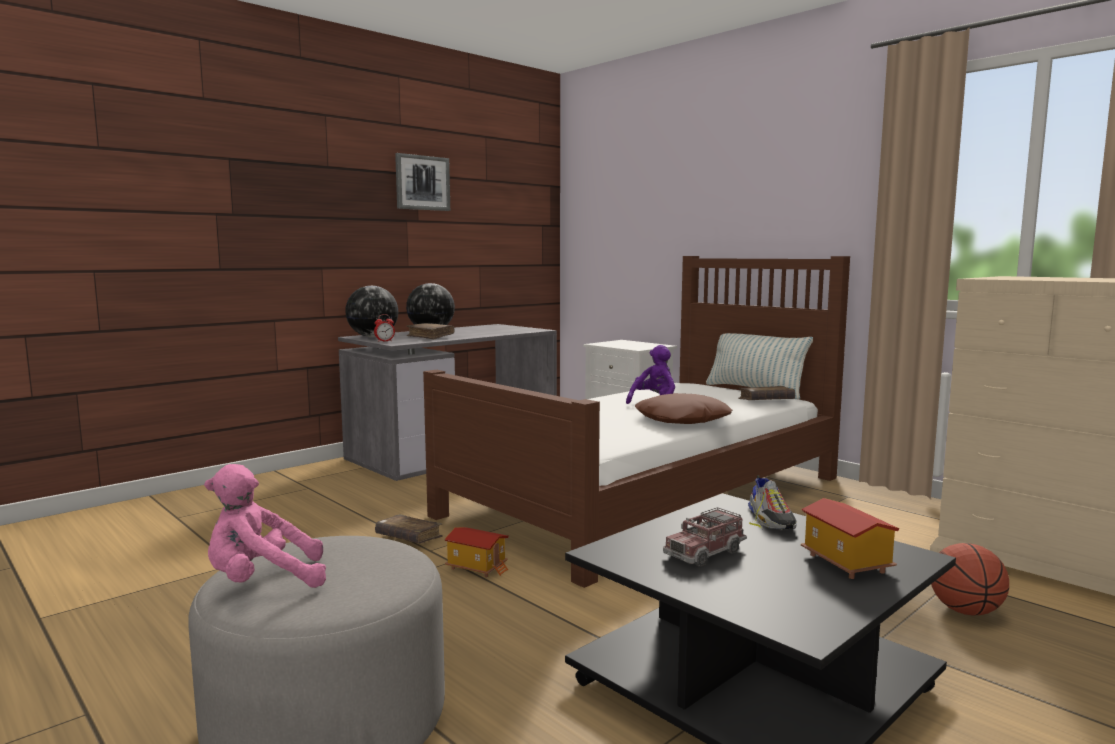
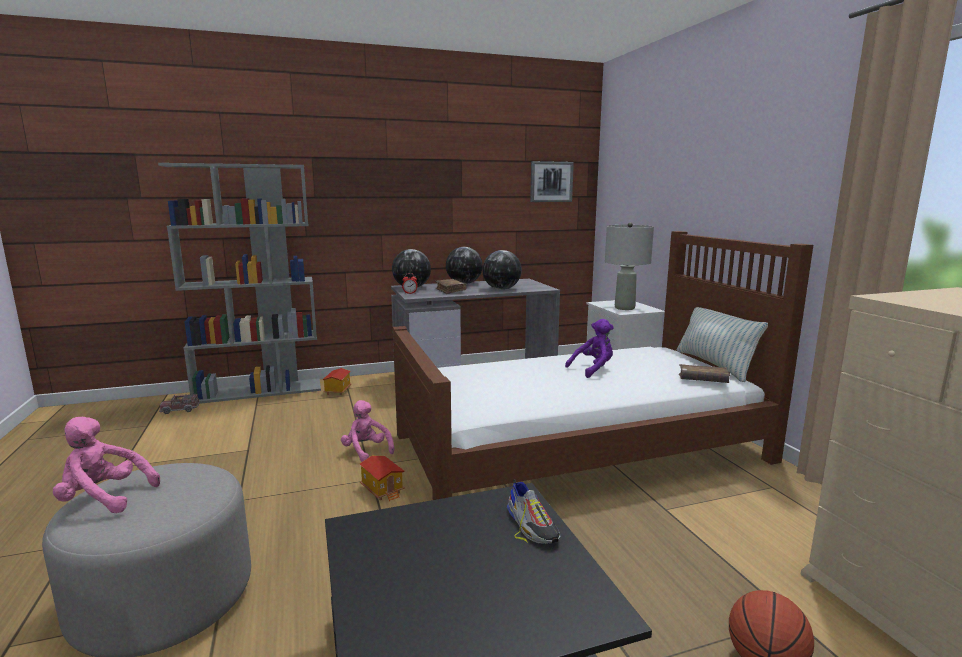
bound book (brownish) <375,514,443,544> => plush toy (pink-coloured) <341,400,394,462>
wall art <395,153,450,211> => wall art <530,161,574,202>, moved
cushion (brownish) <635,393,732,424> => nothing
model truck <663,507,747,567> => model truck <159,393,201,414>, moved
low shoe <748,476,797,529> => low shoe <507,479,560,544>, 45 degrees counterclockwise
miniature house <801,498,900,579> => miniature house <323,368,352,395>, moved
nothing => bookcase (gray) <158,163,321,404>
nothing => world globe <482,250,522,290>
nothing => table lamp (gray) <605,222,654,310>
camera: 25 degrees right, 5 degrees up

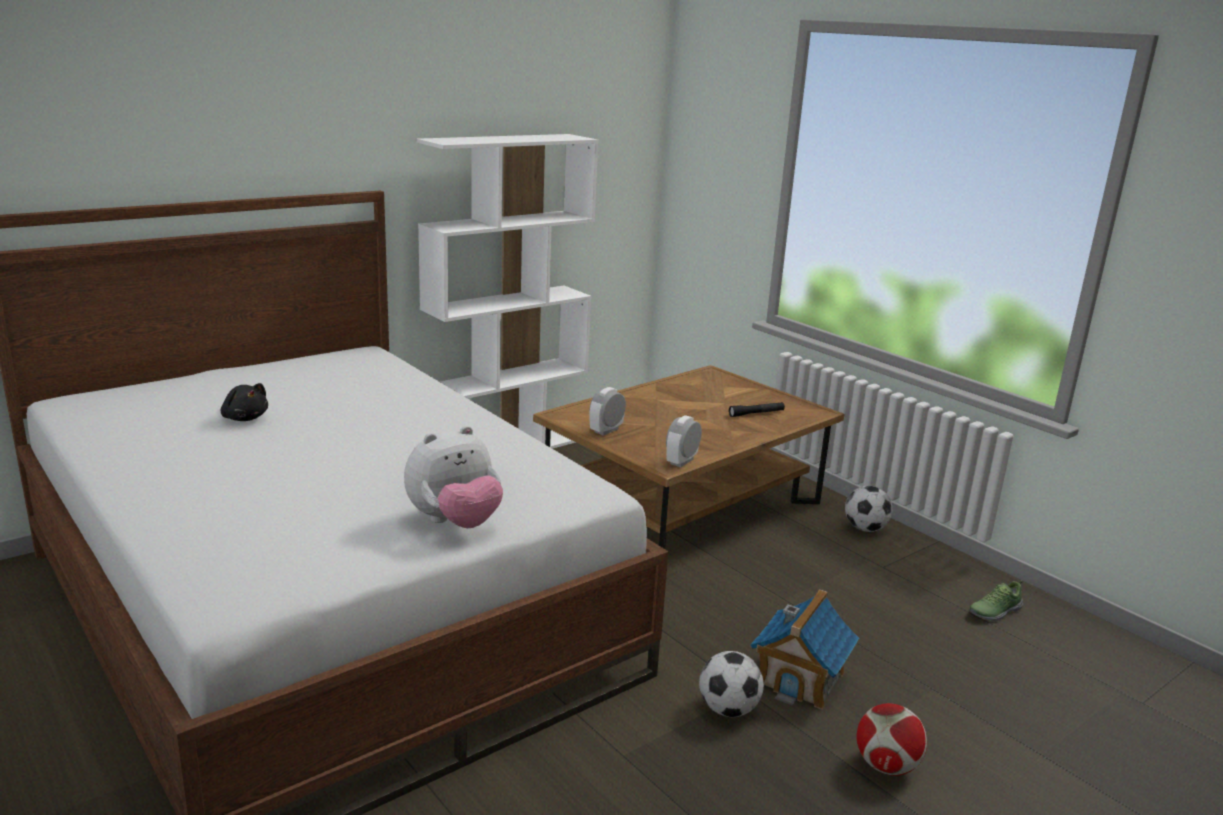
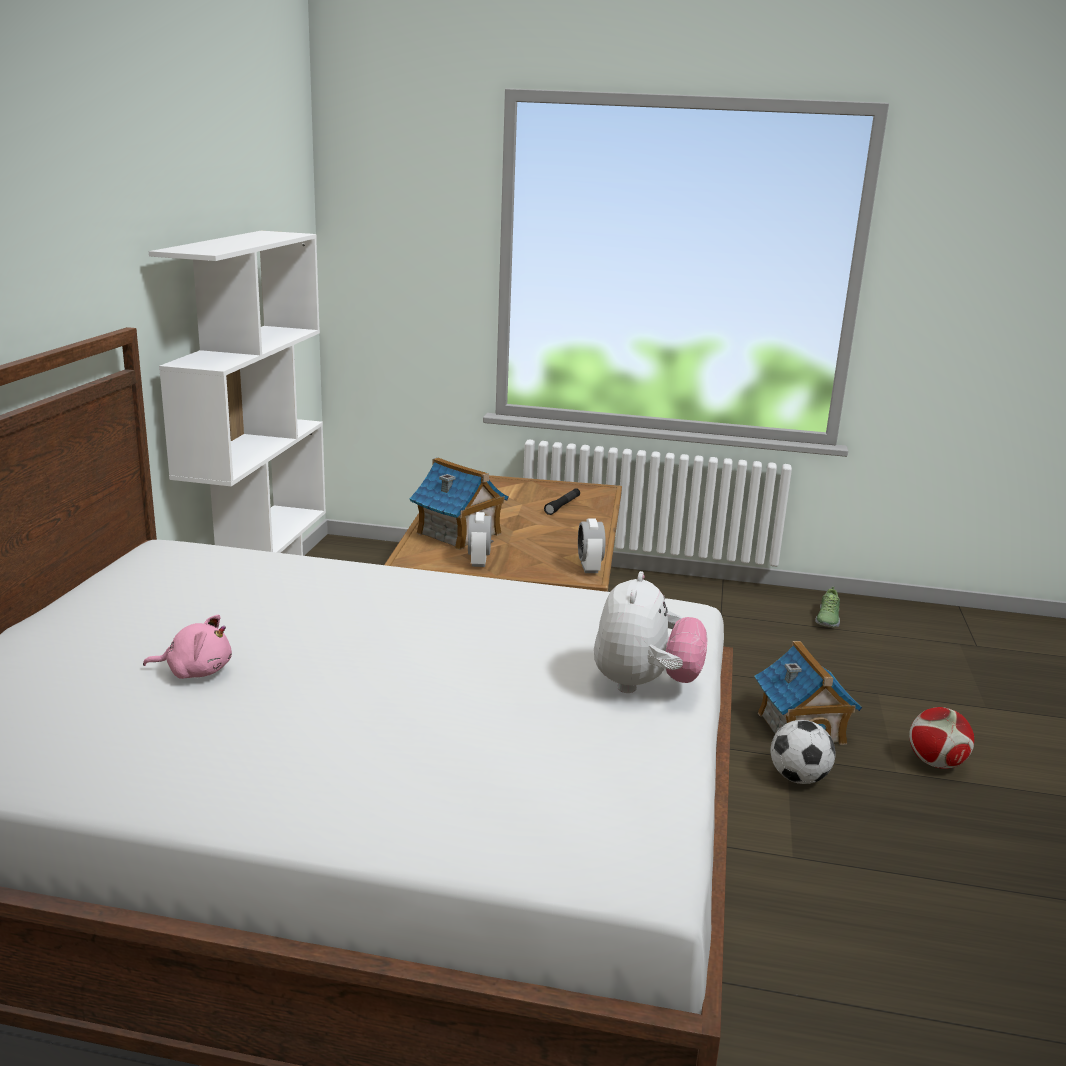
plush toy (black) <221,383,268,421> => plush toy (pink-coloured) <143,615,232,679>
ball for football <845,486,893,532> => nothing
nothing => miniature house <409,458,508,550>
camera: 40 degrees left, 0 degrees up

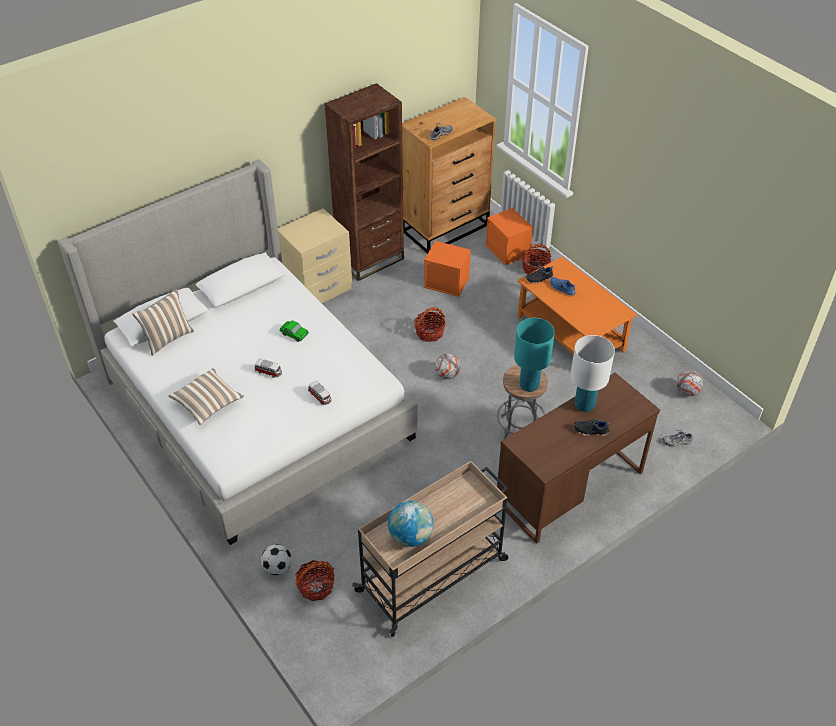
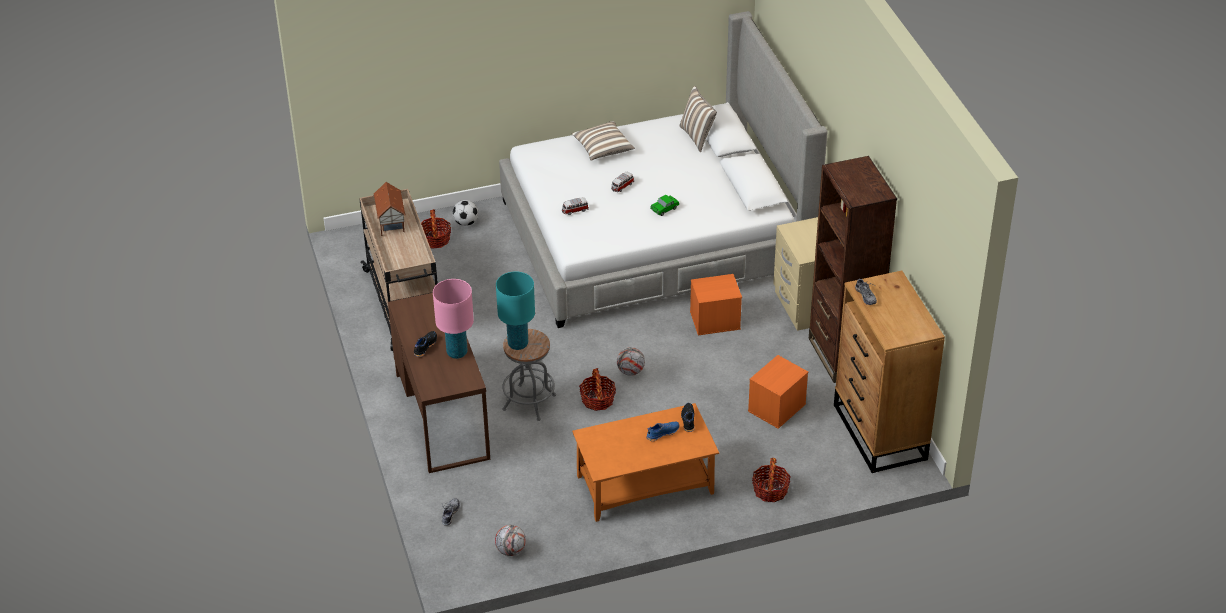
world globe <388,501,433,547> => miniature house <373,182,406,236>
storage basket <414,307,446,342> => storage basket <579,368,616,411>, moved
storage container (orange-coloured) <486,208,533,265> => storage container (orange-coloured) <690,274,742,335>, moved
table lamp (white-coloured) <571,335,615,412> => table lamp (pink-coloured) <433,279,474,359>
camera: 110 degrees right, 5 degrees down

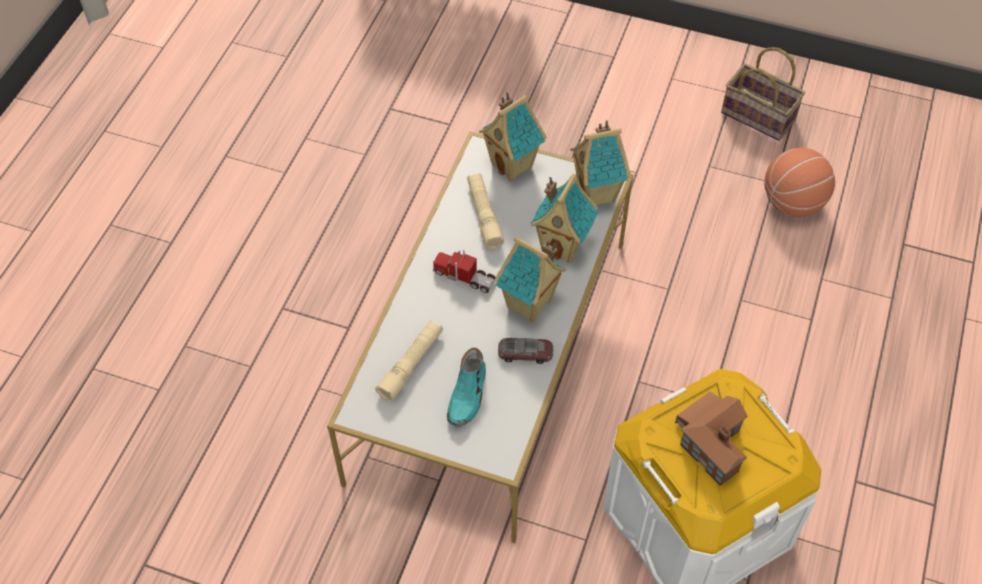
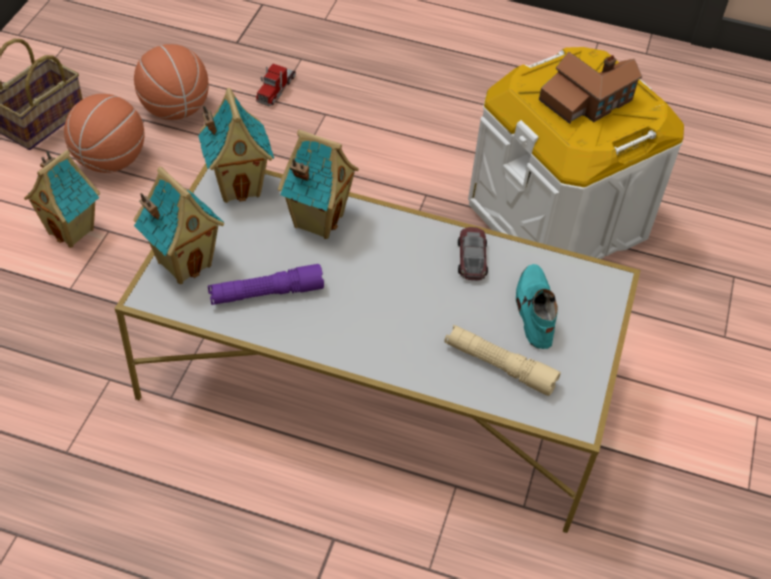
model truck <433,250,495,293> => model truck <256,64,296,106>, moved
low shoe (turquoise-coloured) <447,348,486,427> => low shoe (turquoise-coloured) <516,264,558,349>, 105 degrees counterclockwise
hand torch (sand-coloured) <467,173,504,249> => hand torch (purple) <208,264,324,305>
miniature house <494,236,566,322> => miniature house <24,150,100,248>, moved
nothing => basketball ball <64,94,145,173>
camera: 95 degrees left, 5 degrees down

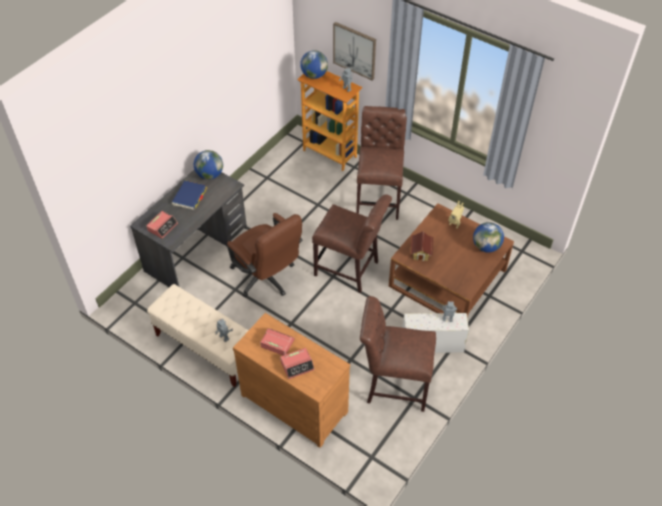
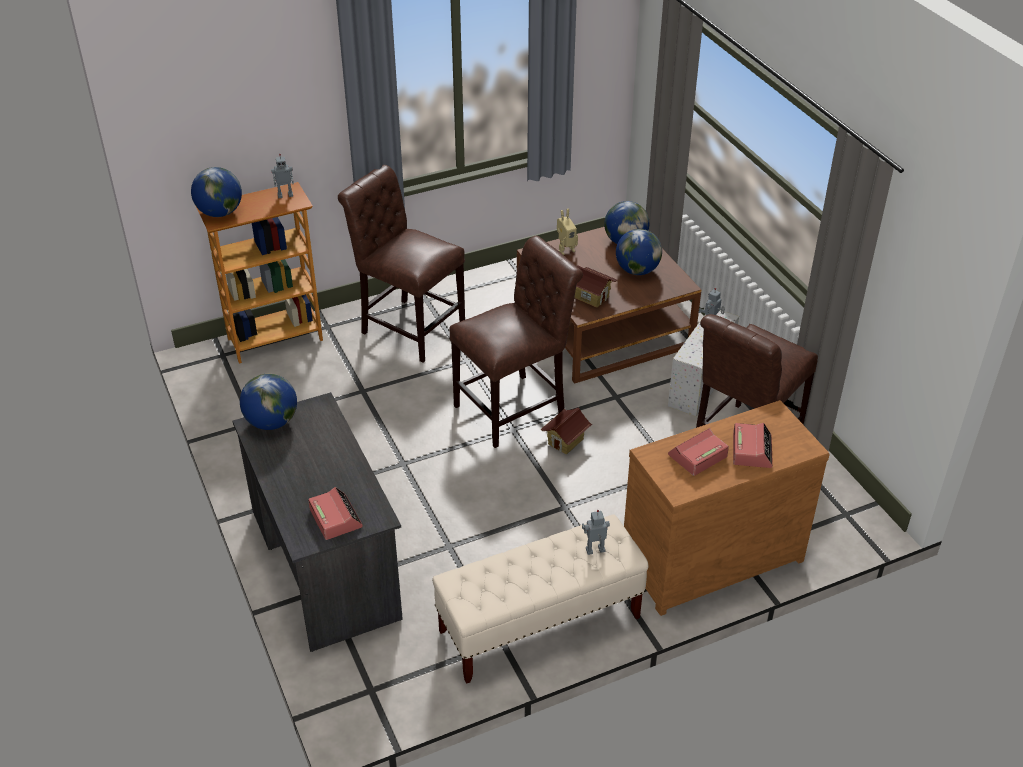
bound book (blue) <172,180,207,210> => nothing
desk chair (brownish) <227,213,302,298> => nothing
wall art <333,22,376,80> => nothing
nothing => miniature house <540,407,592,455>
nothing => world globe <616,229,662,275>
camera: 60 degrees left, 10 degrees down

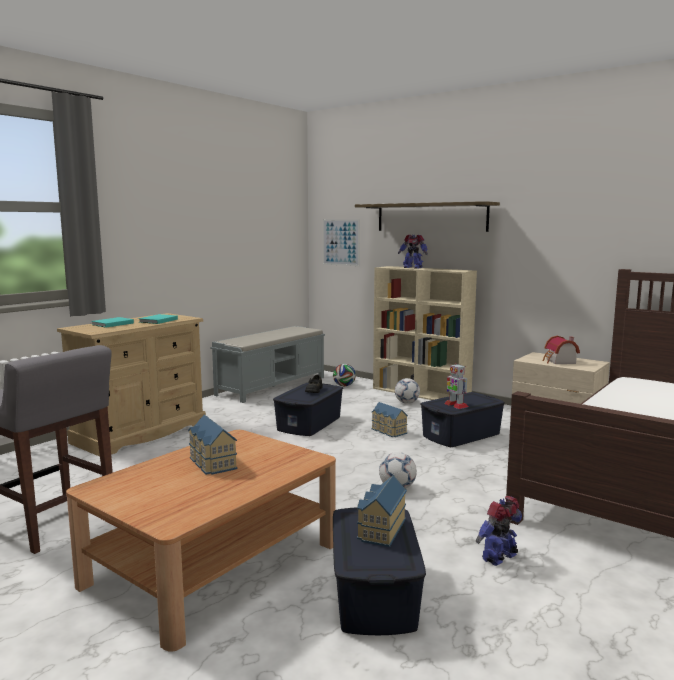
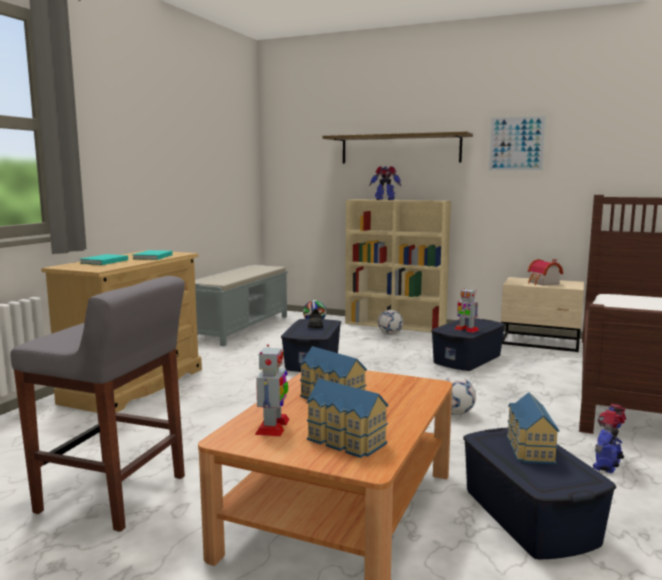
wall art <323,219,360,266> => wall art <487,114,547,172>, moved
miniature house <372,402,408,437> => miniature house <306,379,388,458>, moved
nothing => toy robot <255,344,289,436>
camera: 15 degrees left, 0 degrees up

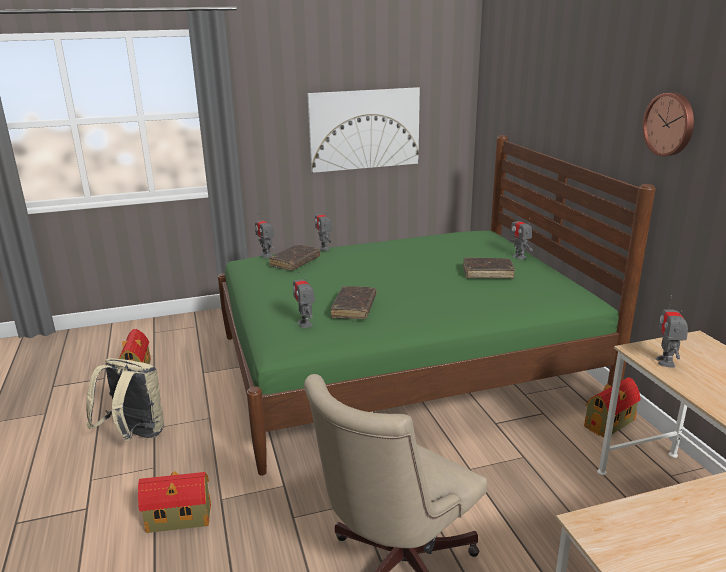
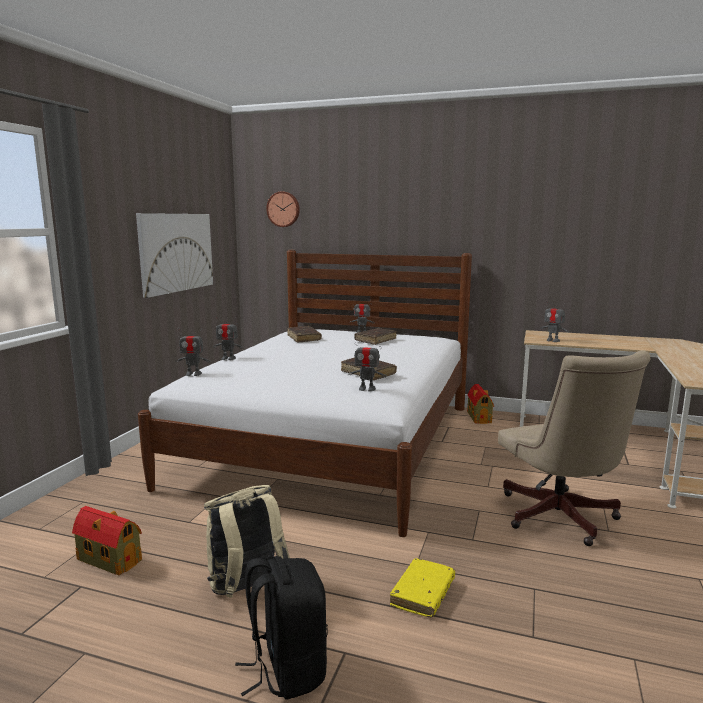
miniature house <138,471,211,533> => bound book (yellow-coloured) <390,558,455,617>
sleeping bed (greenish) <218,135,656,476> => sleeping bed (white-coloured) <138,250,472,537>
bound book (brownish) <269,244,320,271> => bound book (brownish) <287,326,322,343>, moved
clock on the wall <642,92,694,156> => clock on the wall <266,191,300,227>, moved
nothing => knapsack (black) <235,556,328,700>
camera: 55 degrees left, 10 degrees down

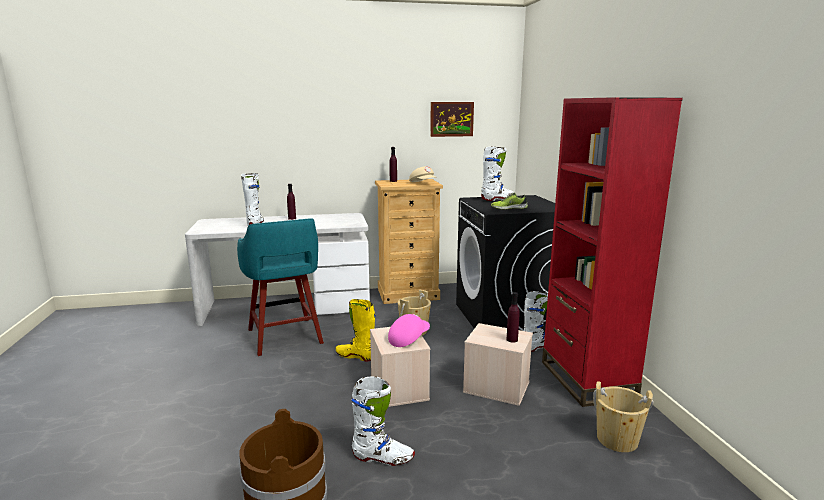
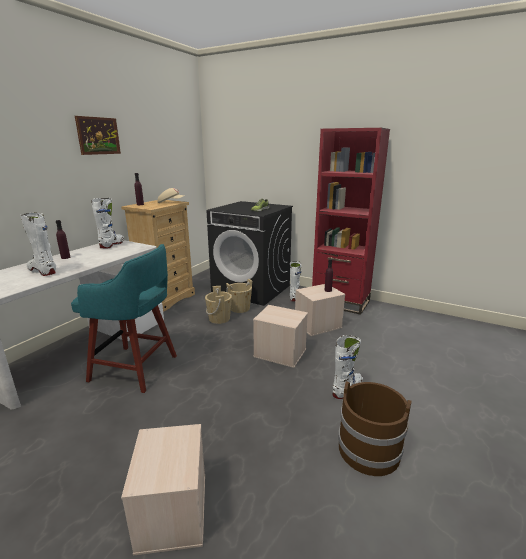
high-top boot (yellow-coloured) <336,299,376,361> => nothing
peaked cap (pink-coloured) <388,314,430,347> => nothing
wall art <430,102,474,137> => wall art <75,116,121,155>, moved
high-top boot (white-coloured) <481,146,514,201> => high-top boot (white-coloured) <91,198,124,249>, moved
water bucket (sand-coloured) <593,381,654,452> => water bucket (sand-coloured) <226,279,252,313>, moved
nothing => storage container (sand-coloured) <121,424,205,556>
camera: 50 degrees left, 5 degrees up

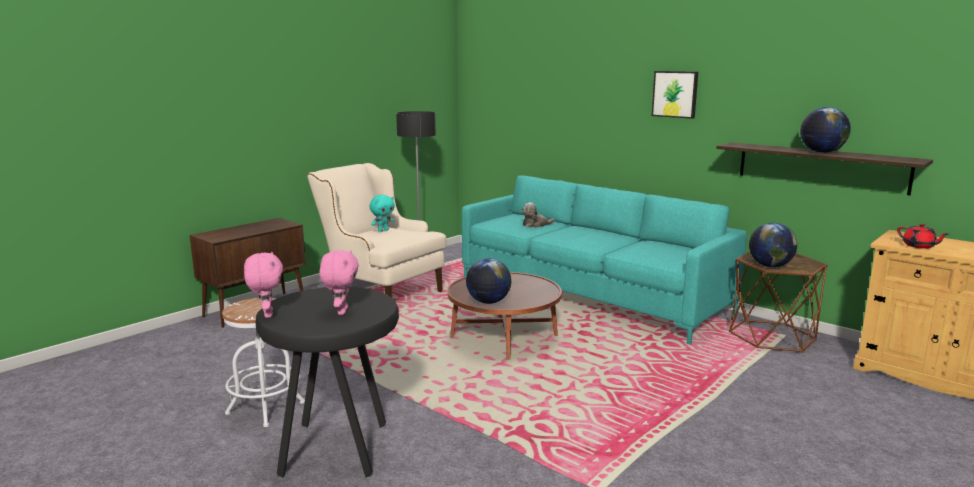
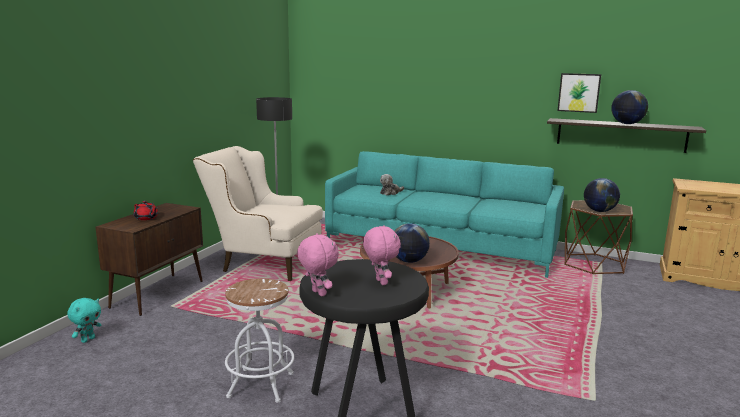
plush toy (turquoise-coloured) <369,195,395,232> => plush toy (turquoise-coloured) <67,298,102,343>, moved
wall art <652,71,698,119> => wall art <557,73,601,113>, moved
teapot (red) <897,224,948,249> => teapot (red) <133,201,158,220>, moved
camera: 20 degrees left, 0 degrees up

